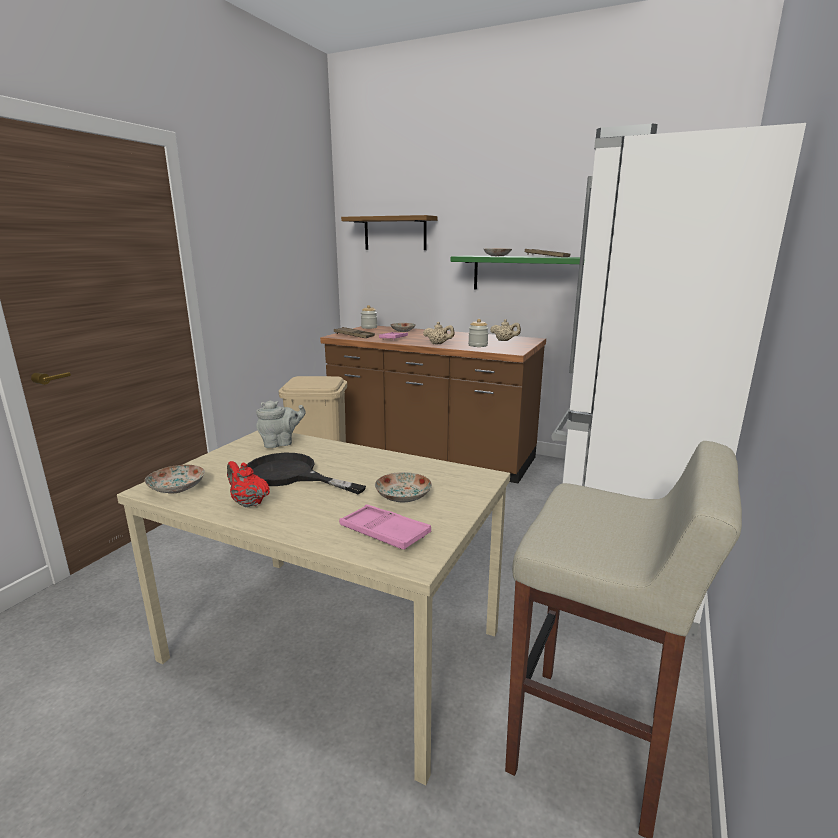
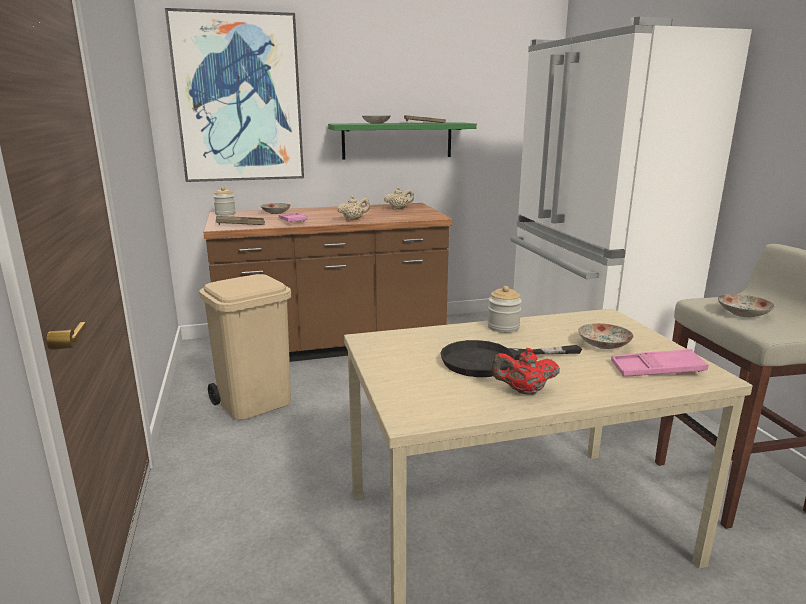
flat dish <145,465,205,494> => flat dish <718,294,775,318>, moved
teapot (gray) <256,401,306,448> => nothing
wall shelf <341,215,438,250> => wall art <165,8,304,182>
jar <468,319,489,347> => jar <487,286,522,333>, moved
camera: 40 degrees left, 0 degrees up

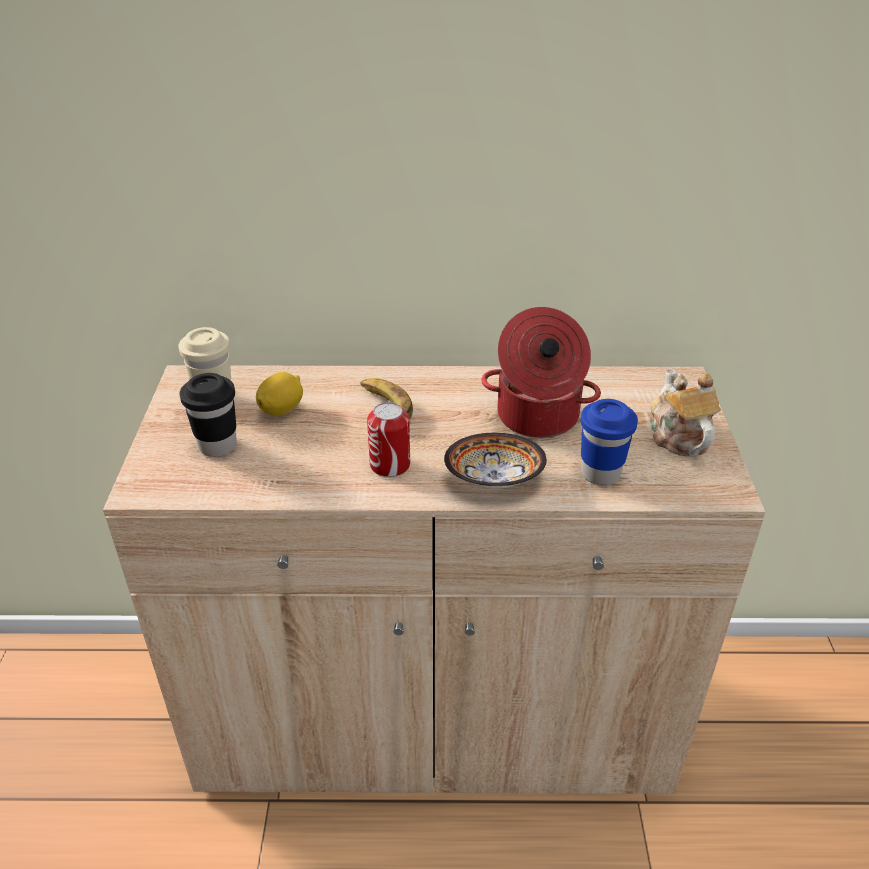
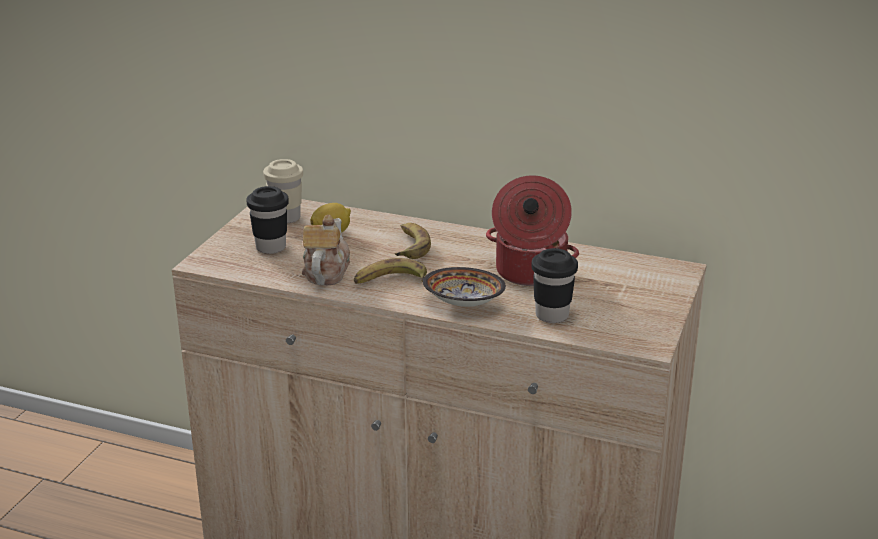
metal can <367,402,410,477> => banana <354,258,427,284>
cup (blue) <580,399,638,486> => cup (black) <531,248,578,323>
teapot <650,368,721,457> => teapot <302,215,350,285>, moved
camera: 20 degrees right, 10 degrees down

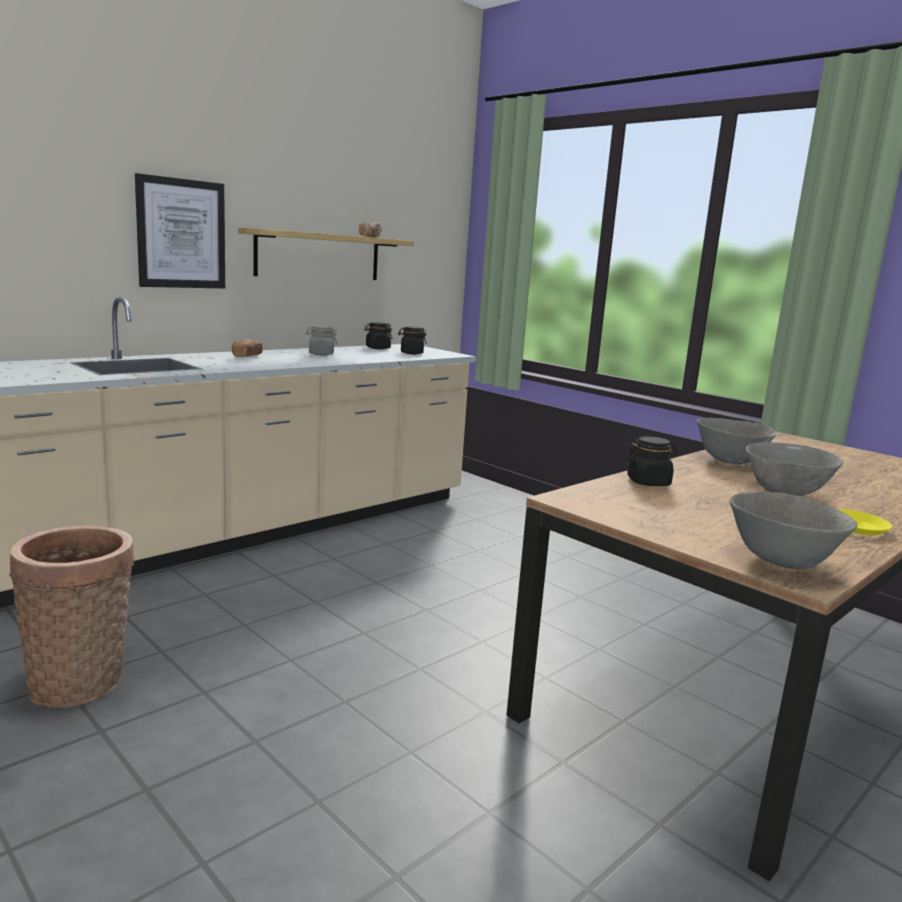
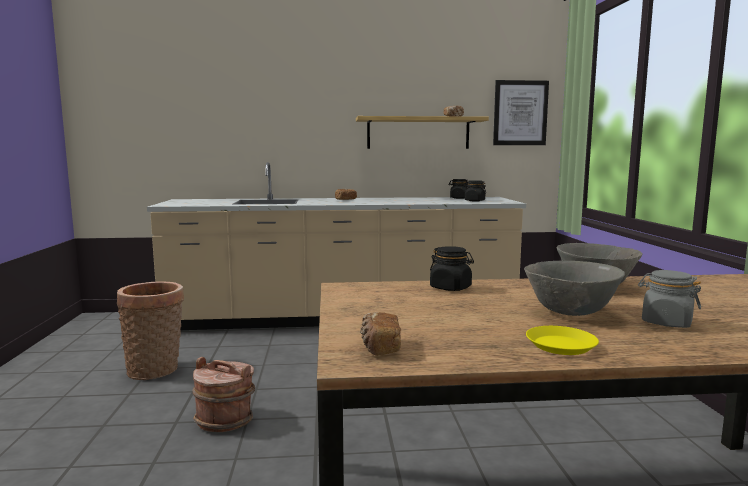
wall art <135,173,225,288> => wall art <493,80,549,145>, moved
jar (gray) <306,325,337,355> => jar (gray) <638,270,701,328>, moved
deep dish (gray) <729,492,857,569> => baked bread <360,312,401,356>
nothing => water bucket (brownish) <192,357,255,432>
camera: 40 degrees right, 5 degrees down

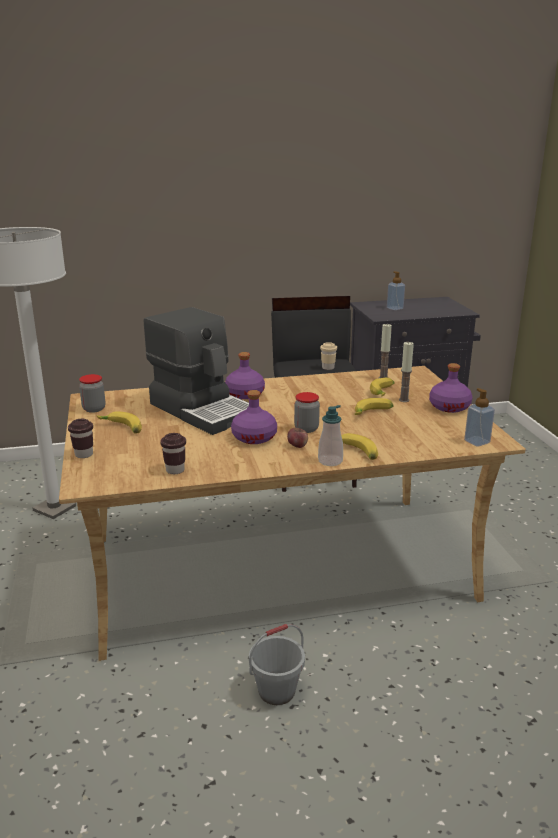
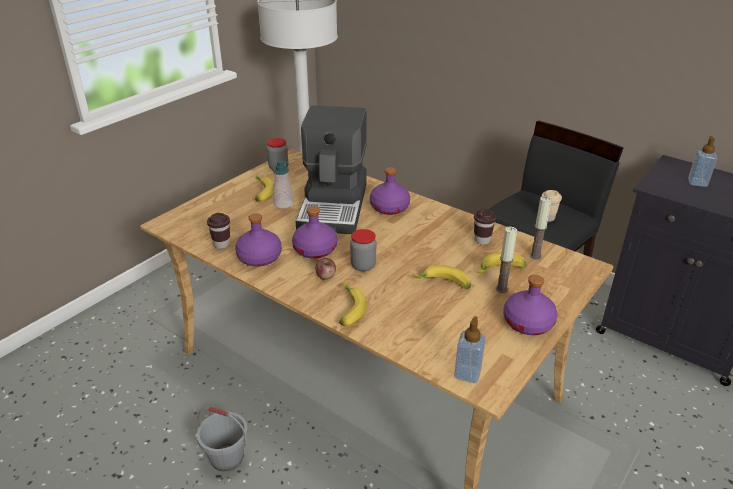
cup (brownish) <68,419,93,458> => cup (brownish) <474,209,496,245>, moved
soap dispenser <318,405,343,466> => soap dispenser <273,160,294,209>, moved
nothing => drink bottle (purple) <235,213,282,266>
camera: 50 degrees right, 10 degrees up

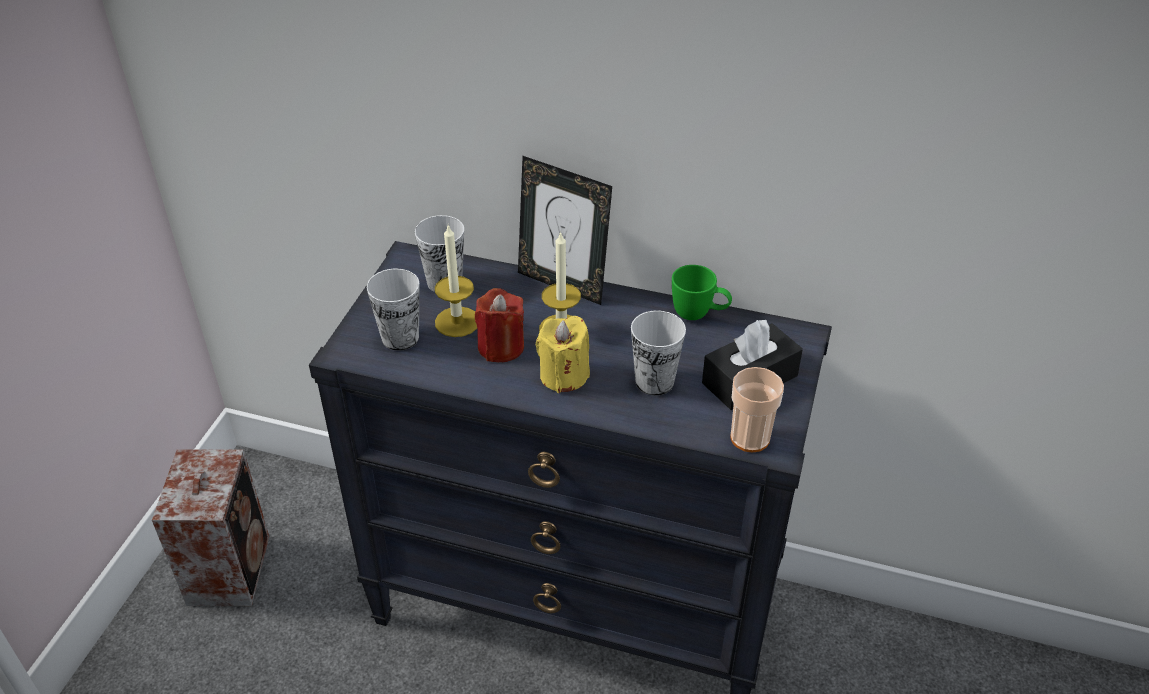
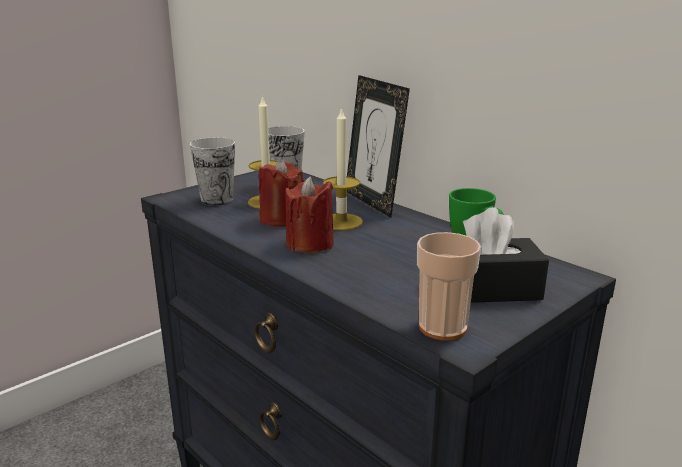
loudspeaker <152,449,269,606> => nothing
candle (yellow-coloured) <536,316,590,393> => candle (red) <285,177,334,253>
cup <631,310,686,396> => nothing
camera: 30 degrees right, 20 degrees down

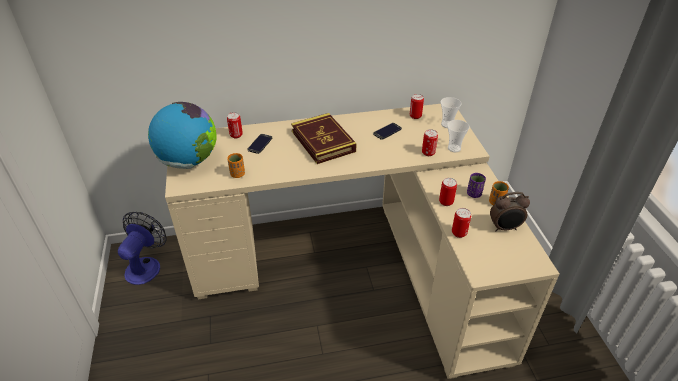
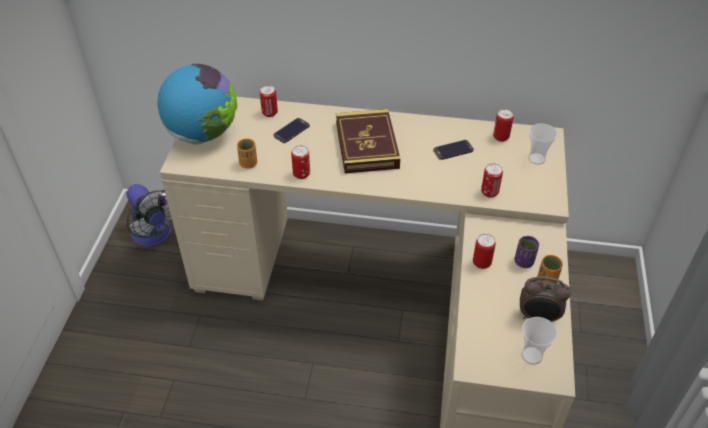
electric fan <118,212,167,285> => electric fan <126,184,173,247>, 105 degrees clockwise
cup <447,120,470,152> => cup <521,317,558,365>, moved
metal can <452,208,471,238> => metal can <291,145,310,179>, moved
camera: 20 degrees right, 5 degrees up

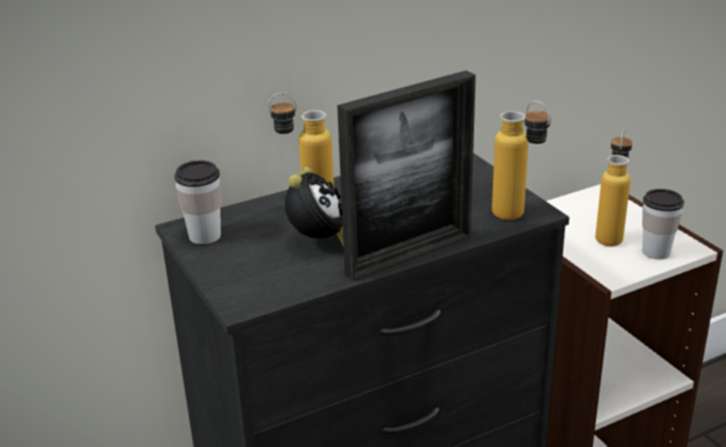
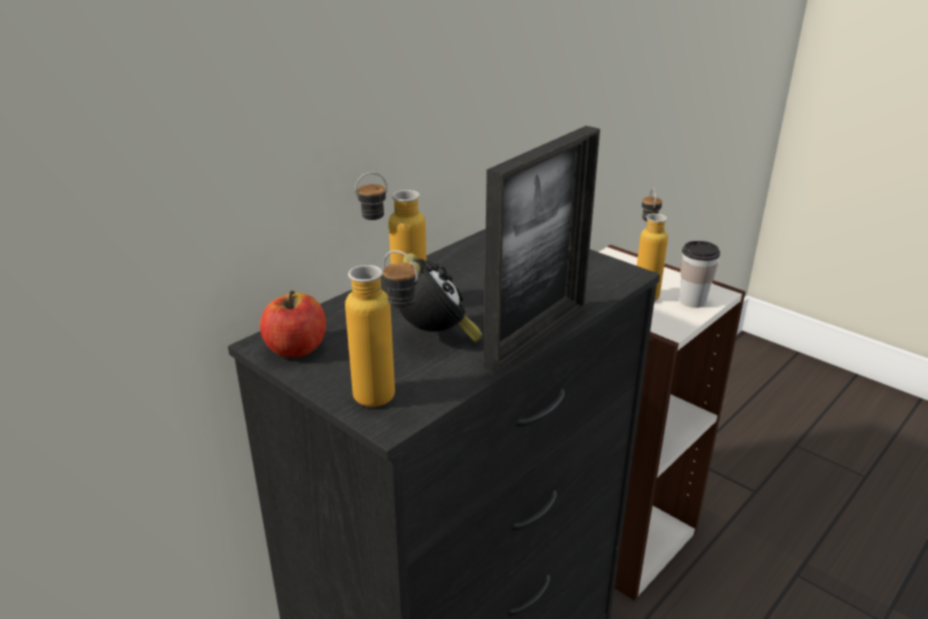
cup <174,160,221,244> => whole apple <260,291,326,358>
drink bottle <492,101,551,220> => drink bottle <345,250,418,407>, moved
camera: 20 degrees left, 0 degrees up

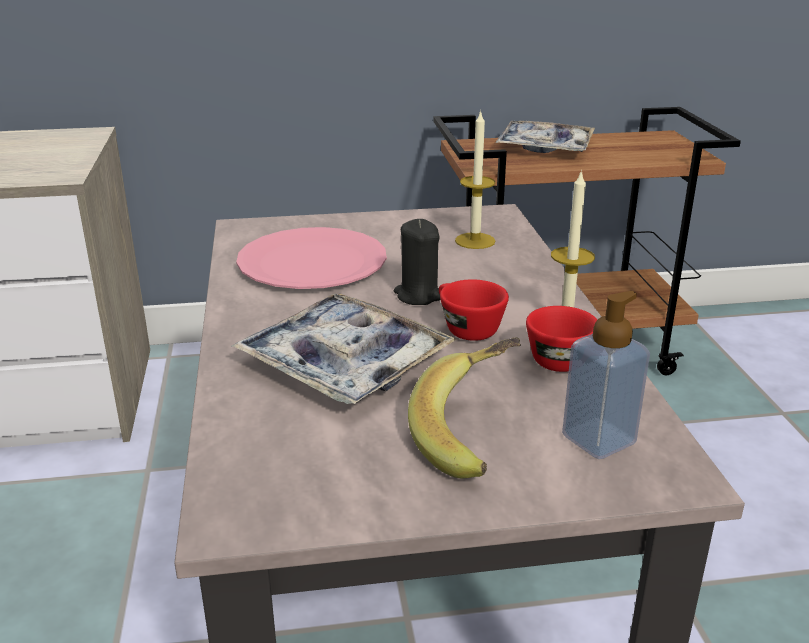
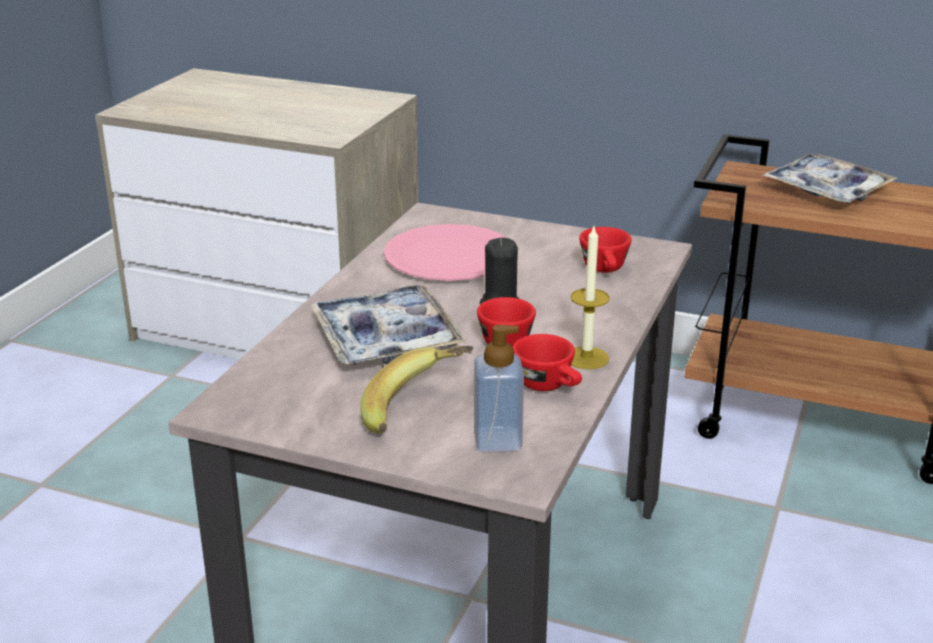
candle <455,110,496,249> => cup (red) <579,227,632,272>
camera: 30 degrees right, 0 degrees up

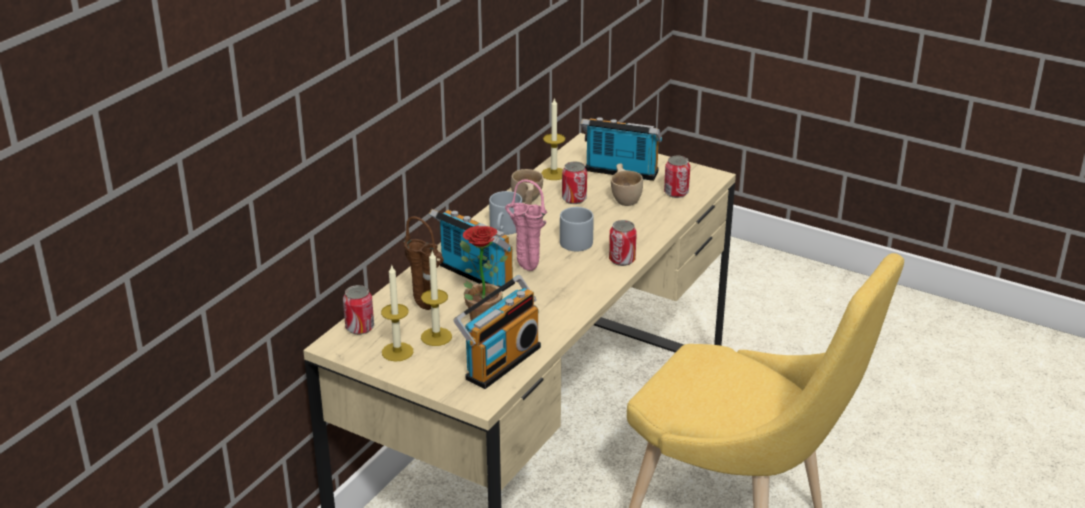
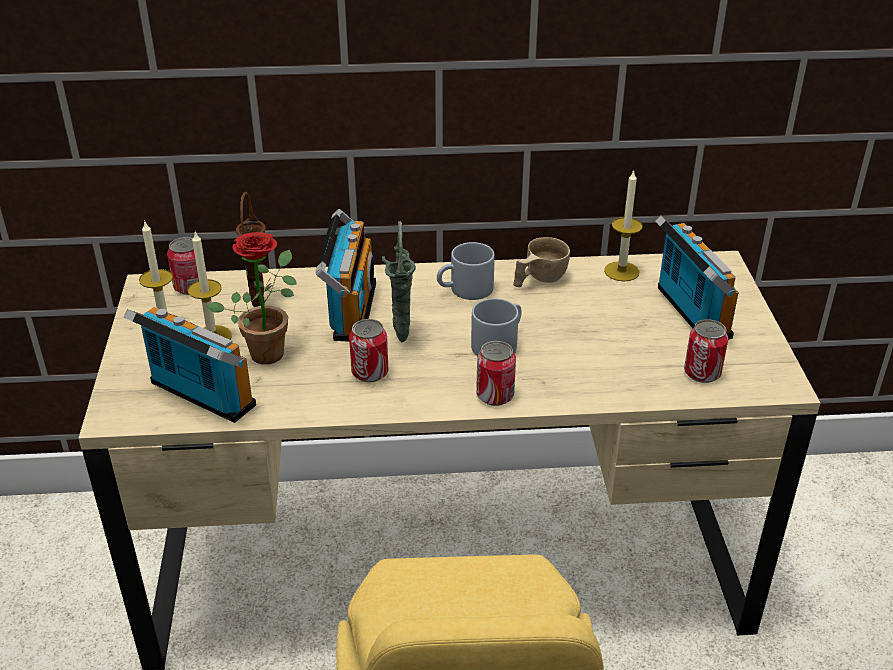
radio receiver <453,275,541,389> => radio receiver <124,307,256,423>, 150 degrees counterclockwise
decorative vase (pink-coloured) <505,180,547,271> => decorative vase (greenish) <382,221,416,343>
metal can <562,161,587,204> => metal can <349,319,388,382>, moved
cup (sand-coloured) <611,163,643,206> => nothing
camera: 55 degrees right, 5 degrees up

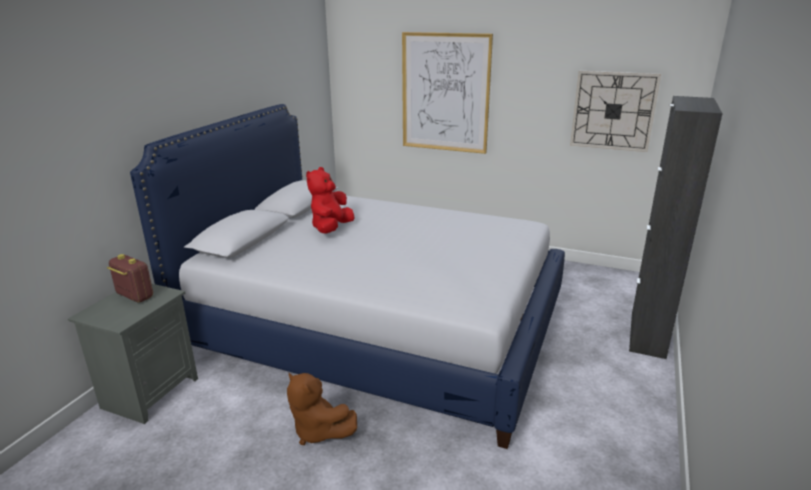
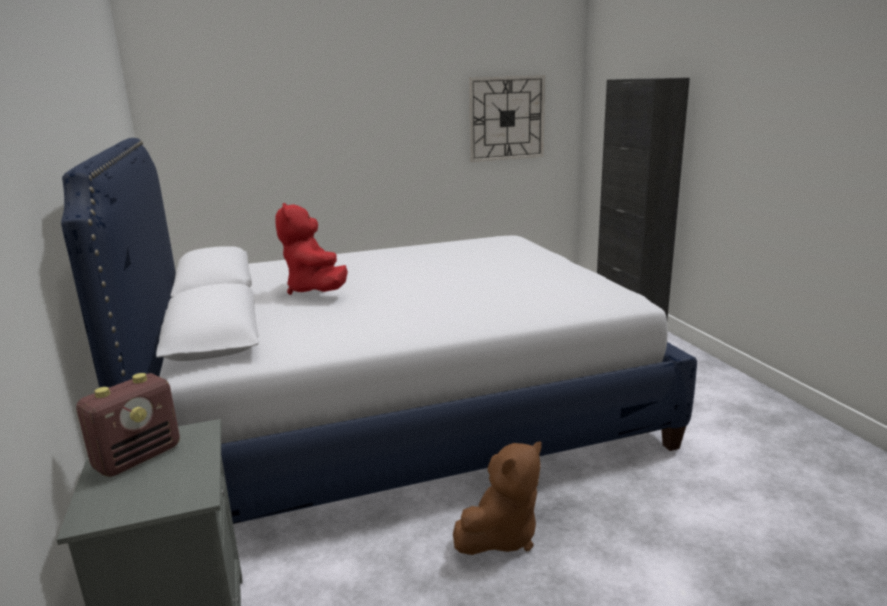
radio receiver <107,254,153,303> => radio receiver <76,373,180,477>, 135 degrees clockwise
plush toy (brownish) <287,373,357,445> => plush toy (brownish) <453,441,542,555>, 45 degrees counterclockwise
wall art <402,32,493,154> => nothing
camera: 40 degrees left, 5 degrees down

